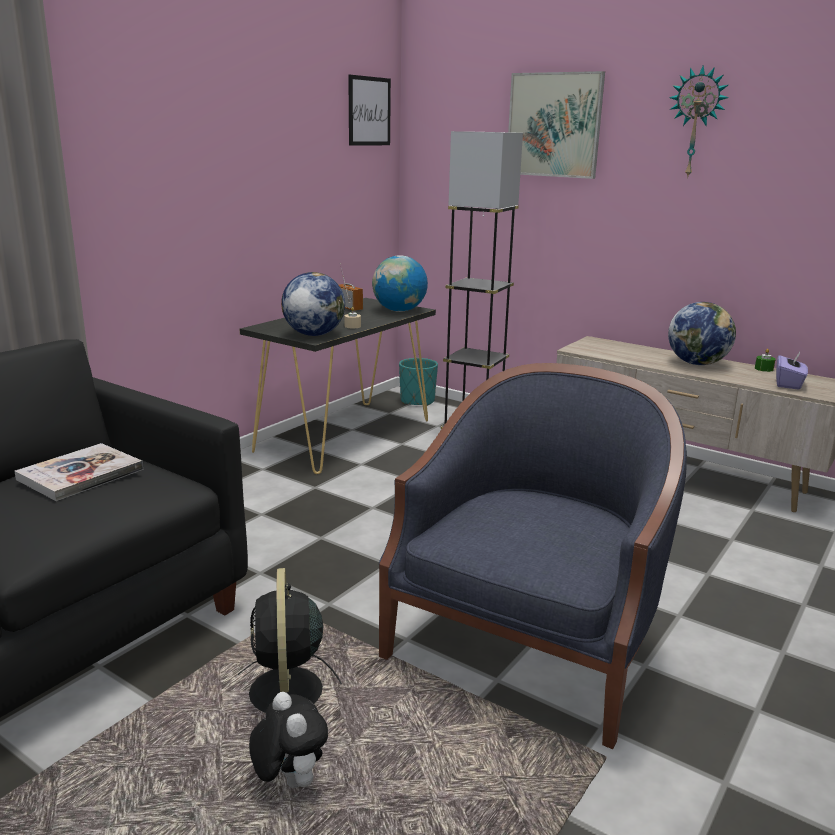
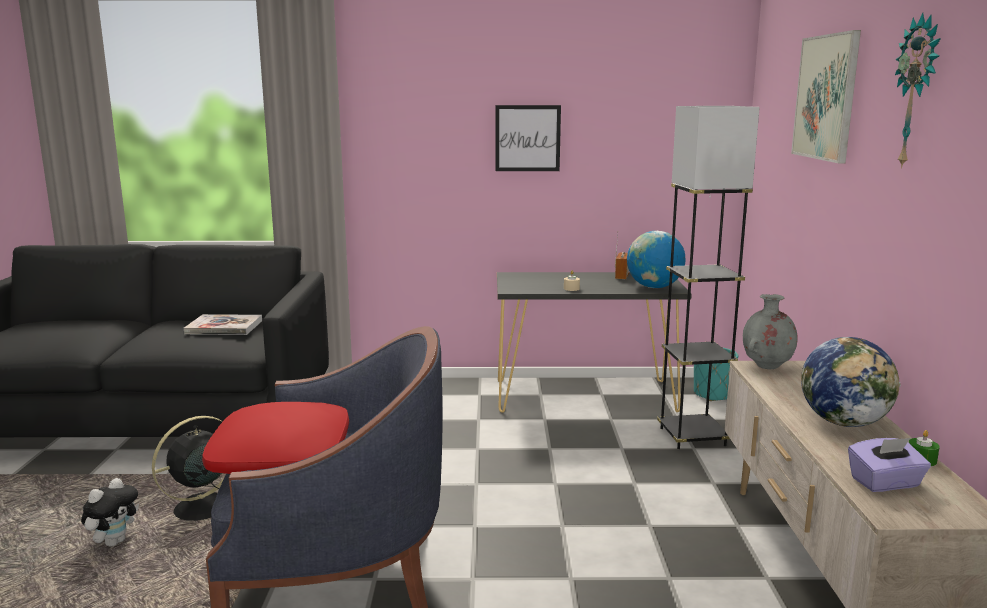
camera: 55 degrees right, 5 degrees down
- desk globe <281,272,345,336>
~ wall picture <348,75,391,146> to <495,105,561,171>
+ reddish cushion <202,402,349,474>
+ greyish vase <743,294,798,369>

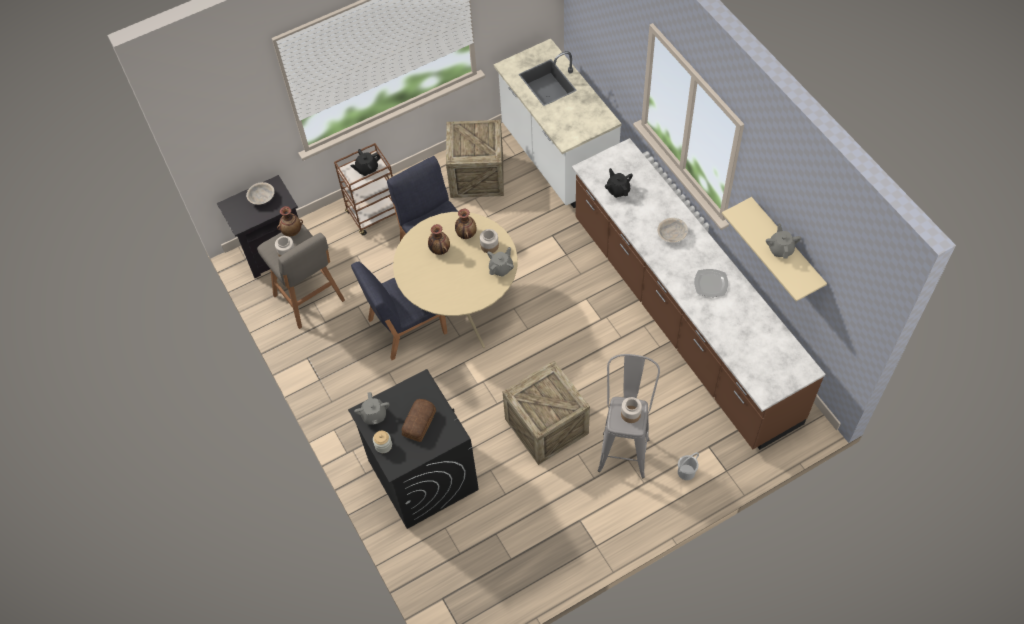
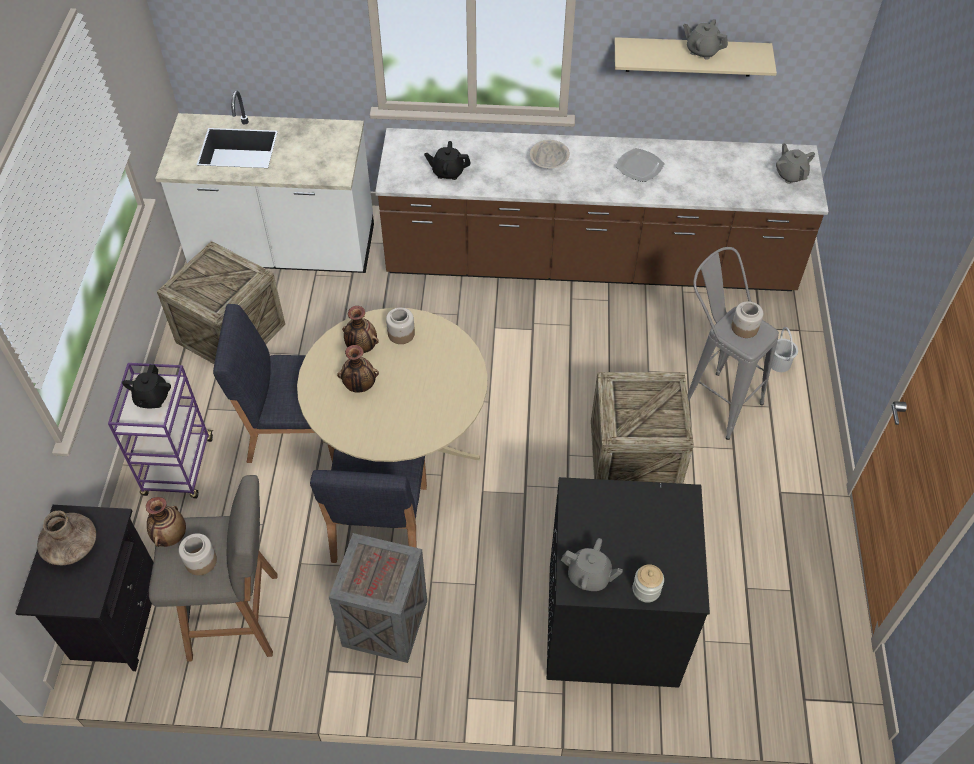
camera: 60 degrees left, 5 degrees down
~ beige bowl <246,182,275,205> to brownish vase <37,511,96,565>
~ brownish wheeled cart <334,143,396,235> to purplish wheeled cart <108,363,213,498>
- baked bread <402,399,436,442>
~ greyish teapot <487,247,514,277> to <776,143,815,184>
+ shipping crate <329,533,427,663>

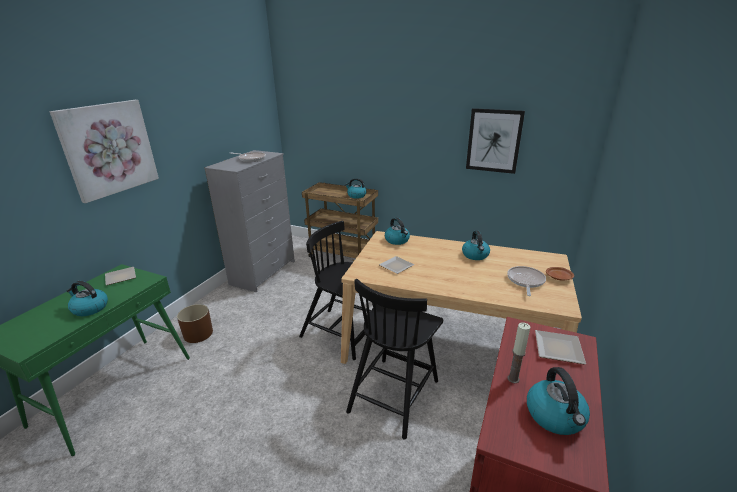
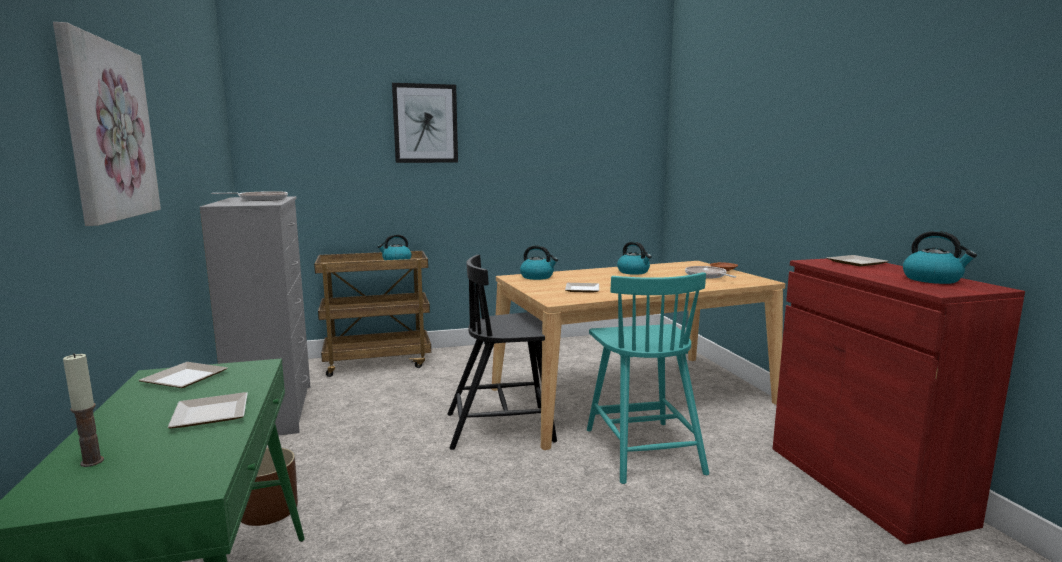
camera: 40 degrees left, 15 degrees down
~ tea kettle <66,281,108,316> to flat dish <168,392,248,428>
~ blackish chair <346,279,443,440> to turquoise-coloured chair <587,272,709,484>
~ wall picture <466,108,525,174> to <392,83,458,163>
~ wax light <508,322,530,383> to <63,353,104,467>

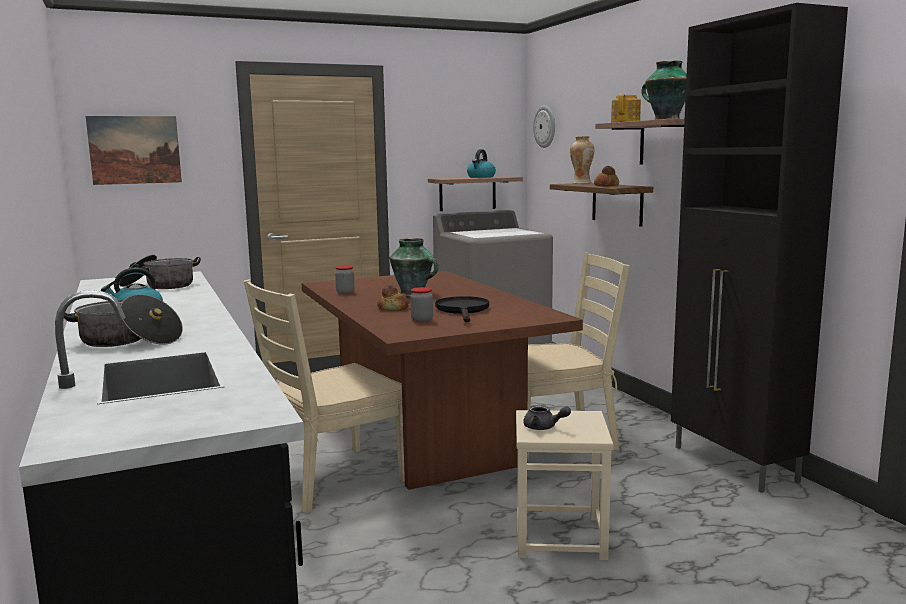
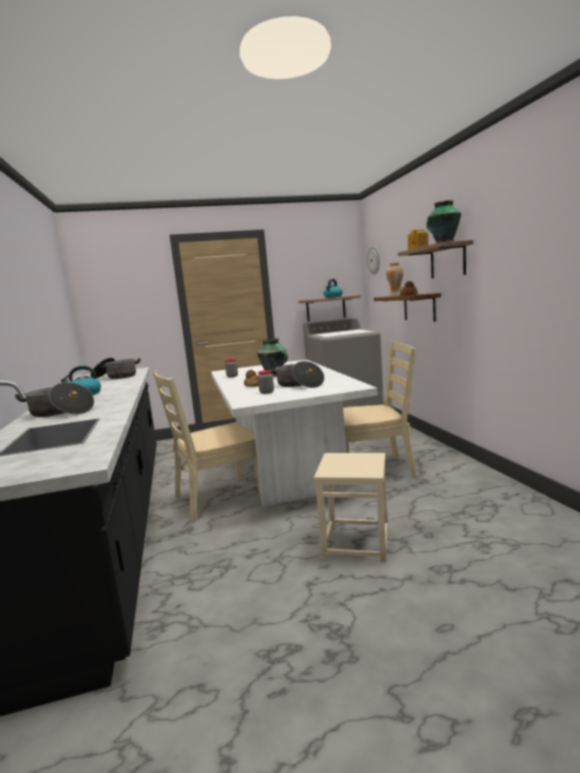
camera: 10 degrees right, 0 degrees up
- wall picture <86,116,182,185>
~ brownish dinner table <301,271,583,490> to white dinner table <211,359,378,507>
~ blackish skillet <435,296,489,322> to cooking pot <269,361,324,388>
- greyish teapot <523,405,571,430>
- blackish cabinet <671,3,848,493>

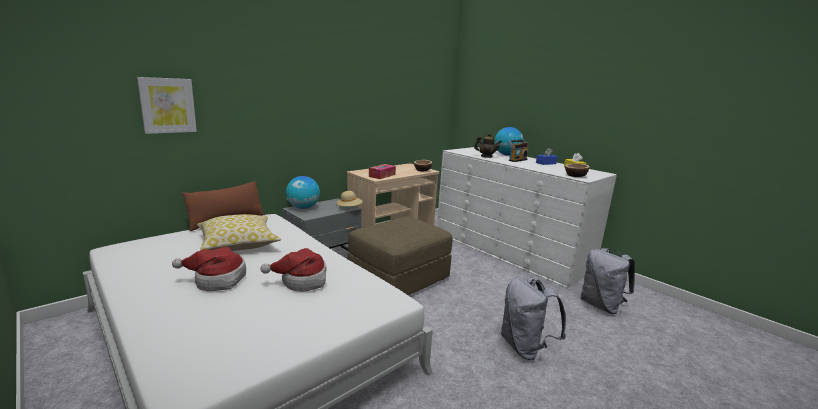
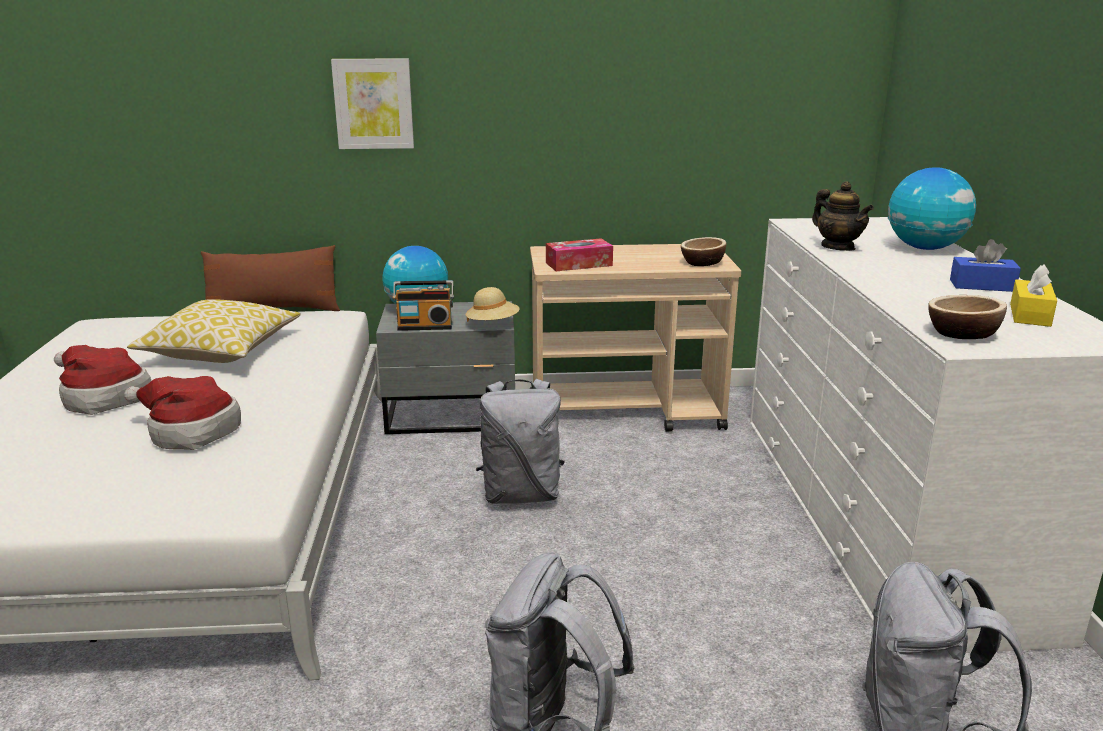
camera: 40 degrees right, 5 degrees up
~ wall picture <137,77,197,134> to <331,58,414,149>
~ brownish footrest <348,216,452,295> to greyish rucksack <476,379,565,504>
~ radio <509,139,528,162> to <393,280,454,331>

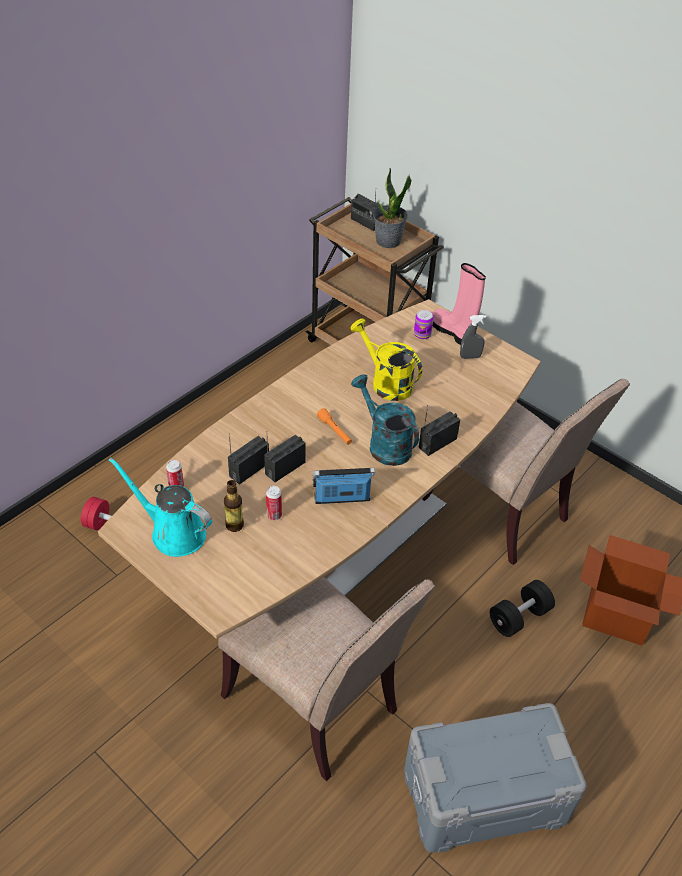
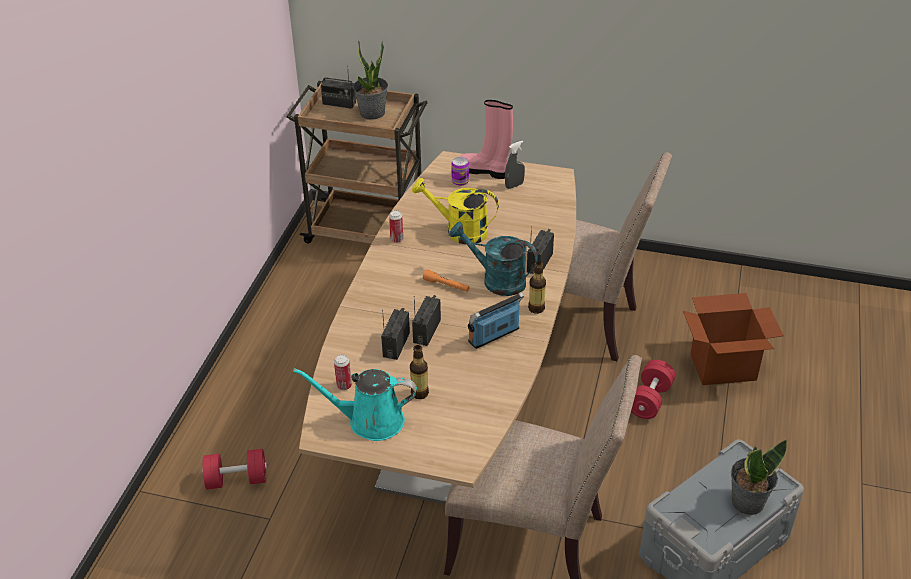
camera: 25 degrees left, 5 degrees down
~ can <266,486,282,520> to <389,210,403,243>
~ blackish dumbbell <490,580,555,637> to reddish dumbbell <631,360,675,419>
+ beverage bottle <528,261,546,314>
+ potted plant <731,440,787,515>

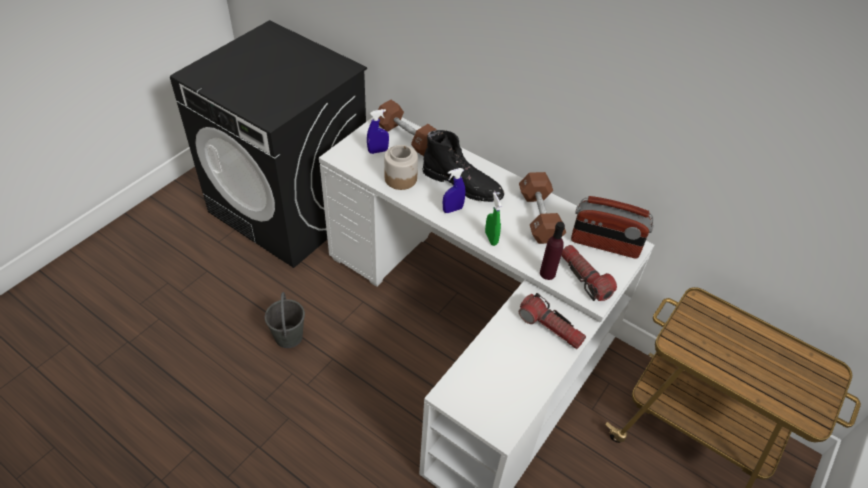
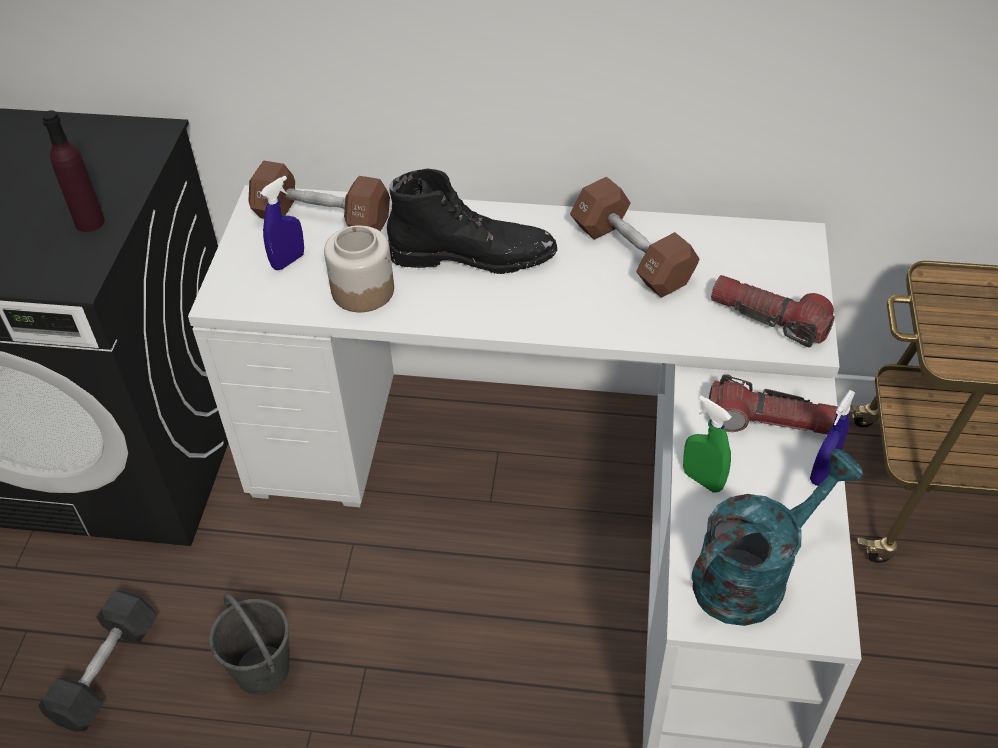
camera: 25 degrees left, 0 degrees up
~ blue-coloured sprayer <443,168,465,213> to <810,390,856,486>
~ green sprayer <485,192,501,246> to <683,395,732,493>
~ purplish beverage bottle <540,222,565,280> to <42,110,105,232>
- radio <571,196,654,259>
+ blackish dumbbell <38,590,157,732>
+ turquoise-coloured watering pot <692,449,863,626>

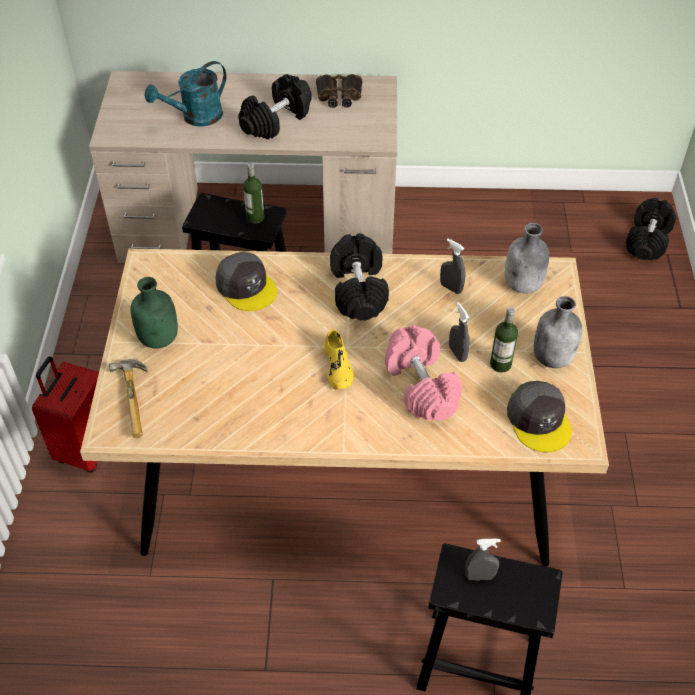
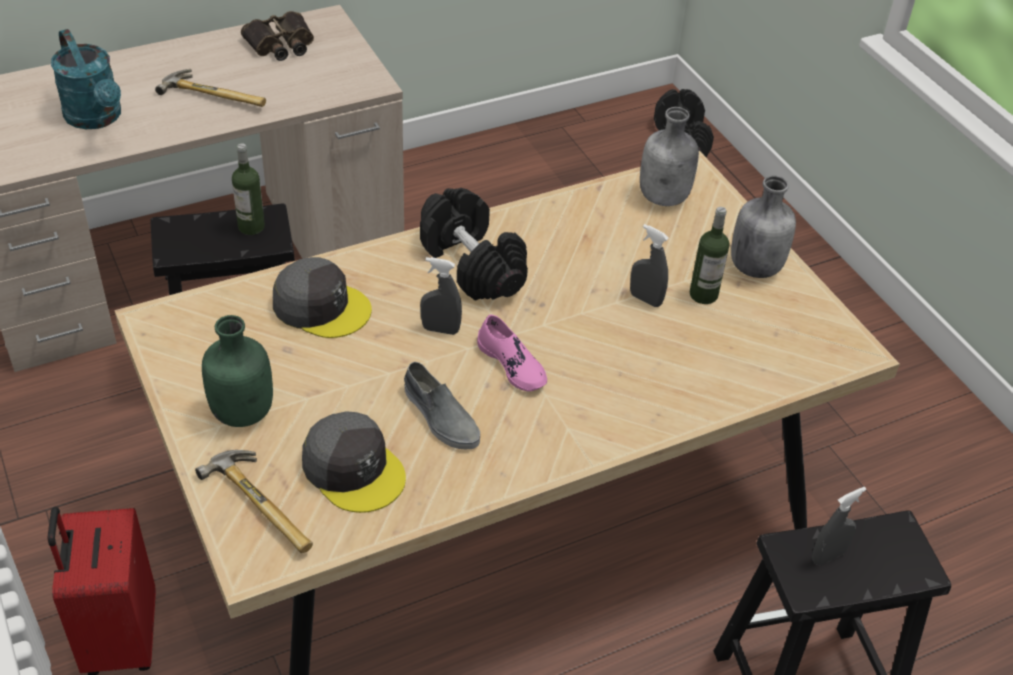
camera: 30 degrees left, 5 degrees down
~ turquoise-coloured watering pot <145,61,226,127> = <51,29,121,129> 60 degrees counterclockwise
~ blackish dumbbell <238,74,312,140> to hammer <155,69,266,107>
~ yellowish item of footwear <324,329,354,389> to pink-coloured item of footwear <477,314,547,392>
- pink-coloured dumbbell <385,325,462,421>
~ greyish sprayer <440,239,465,294> to <420,257,462,335>
~ greyish baseball cap <507,381,572,452> to <302,411,406,513>
+ greyish item of footwear <404,362,480,449>

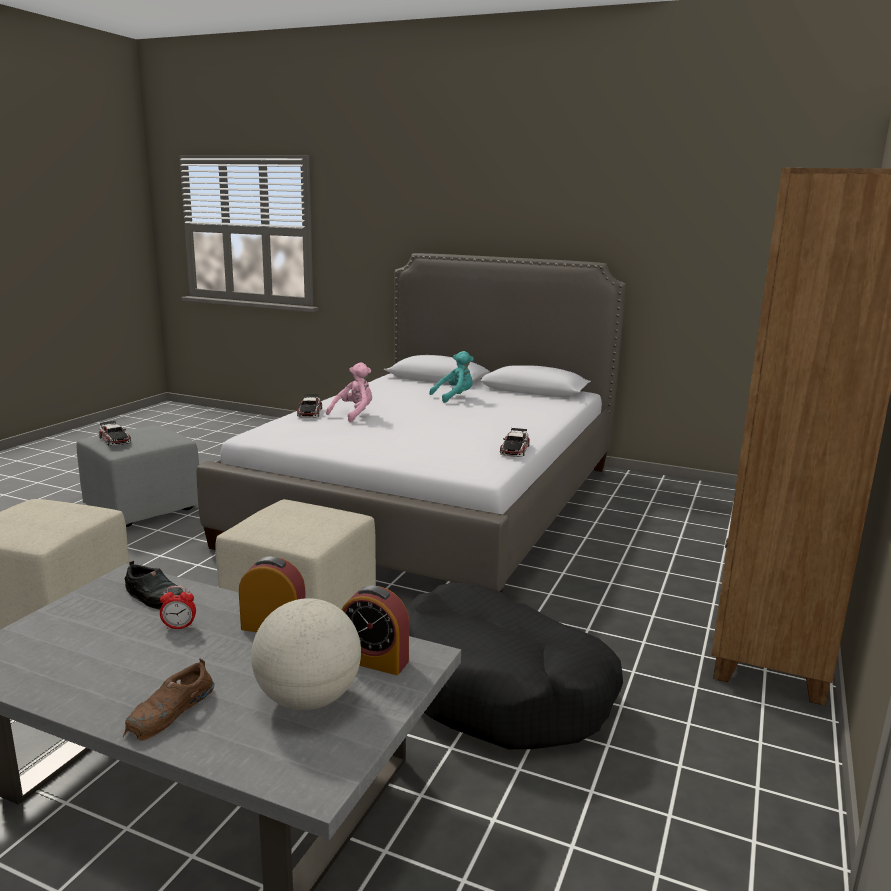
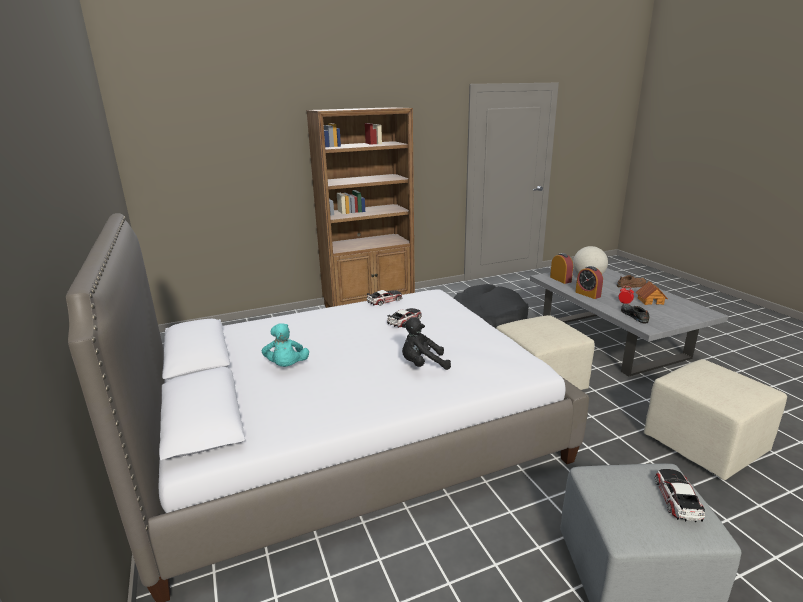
camera: 135 degrees left, 5 degrees up
~ toy car <297,394,322,418> to <387,308,422,328>
~ pink-coloured soft toy <326,362,372,422> to blackish soft toy <402,317,451,370>
~ turquoise-coloured soft toy <429,351,474,403> = <261,323,309,367> 120 degrees counterclockwise
+ model house <635,281,668,305>

